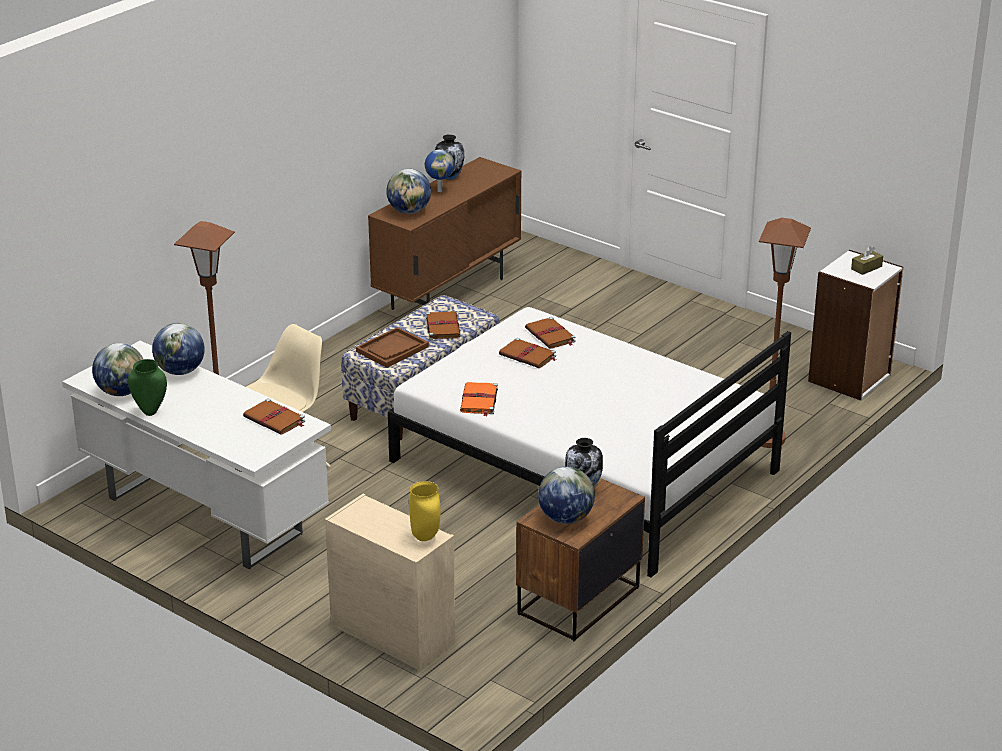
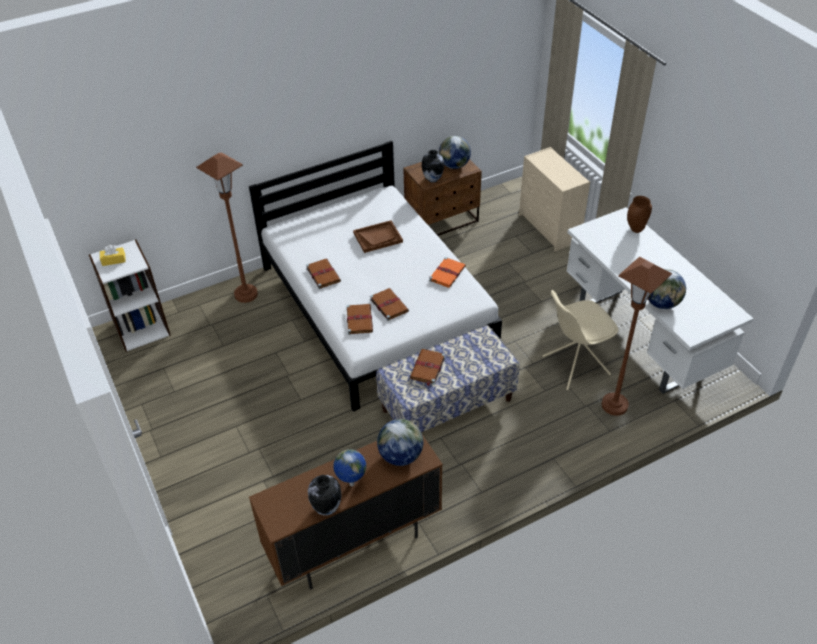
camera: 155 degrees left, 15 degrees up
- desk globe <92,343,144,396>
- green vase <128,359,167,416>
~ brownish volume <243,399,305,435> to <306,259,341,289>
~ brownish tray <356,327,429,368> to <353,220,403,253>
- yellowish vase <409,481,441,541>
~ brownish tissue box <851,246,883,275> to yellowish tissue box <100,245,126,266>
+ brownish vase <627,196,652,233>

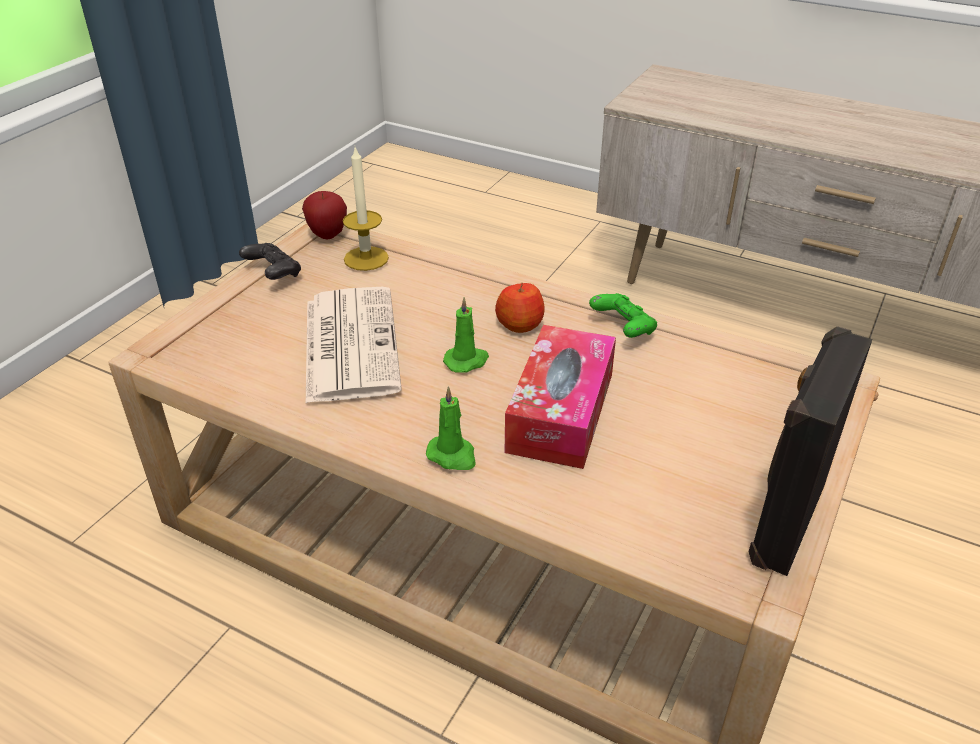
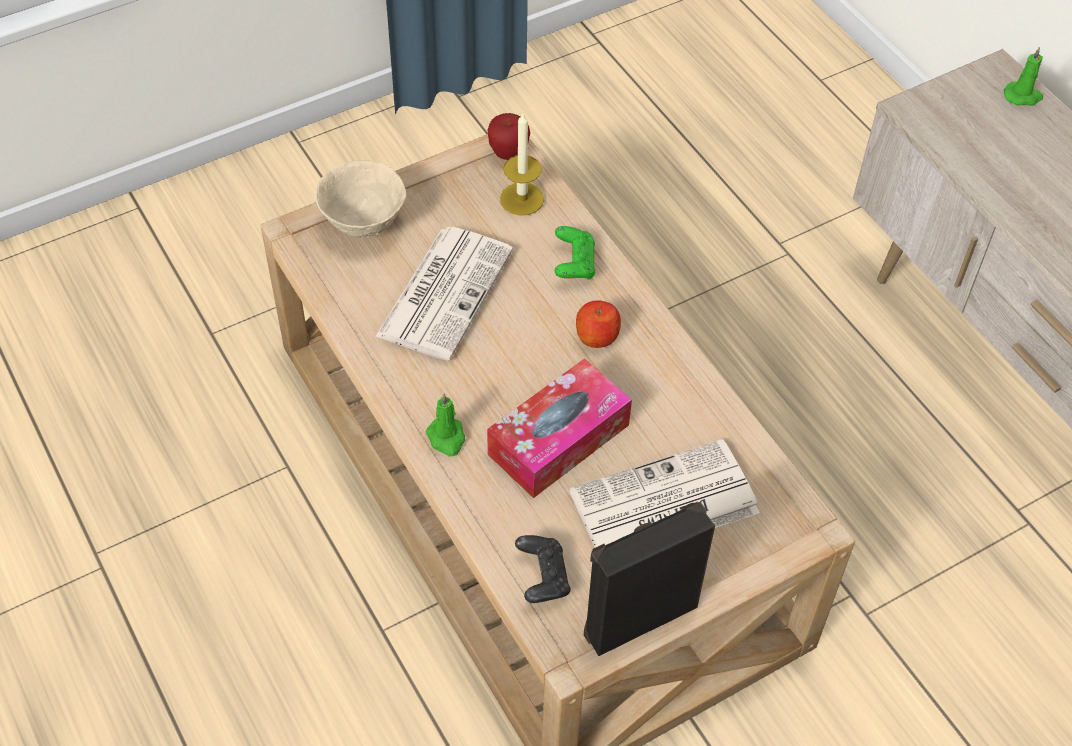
camera: 30 degrees right, 15 degrees up
~ blackish gamepad <239,243,301,280> to <515,535,571,603>
~ green wax light <443,297,489,373> to <1004,47,1043,106>
~ green gamepad <589,293,657,338> to <555,226,595,280>
+ beige bowl <315,160,406,238>
+ printed paper <569,439,760,548>

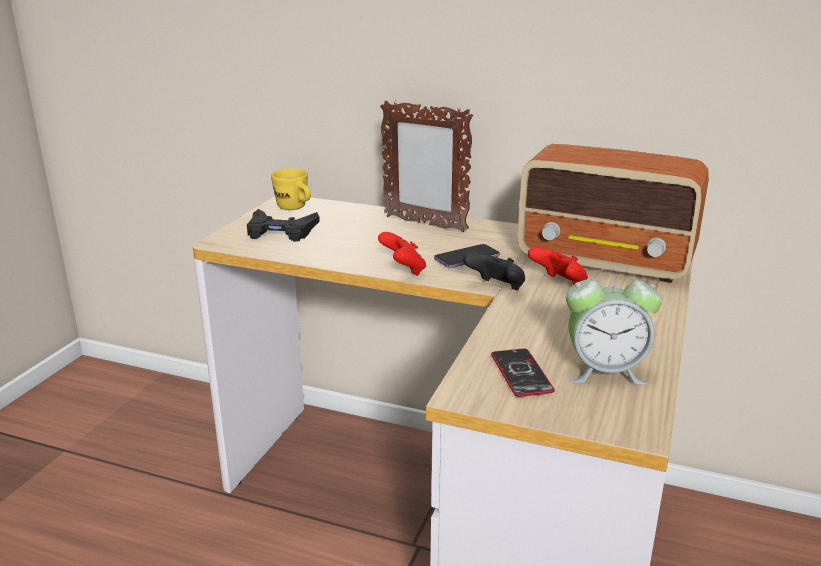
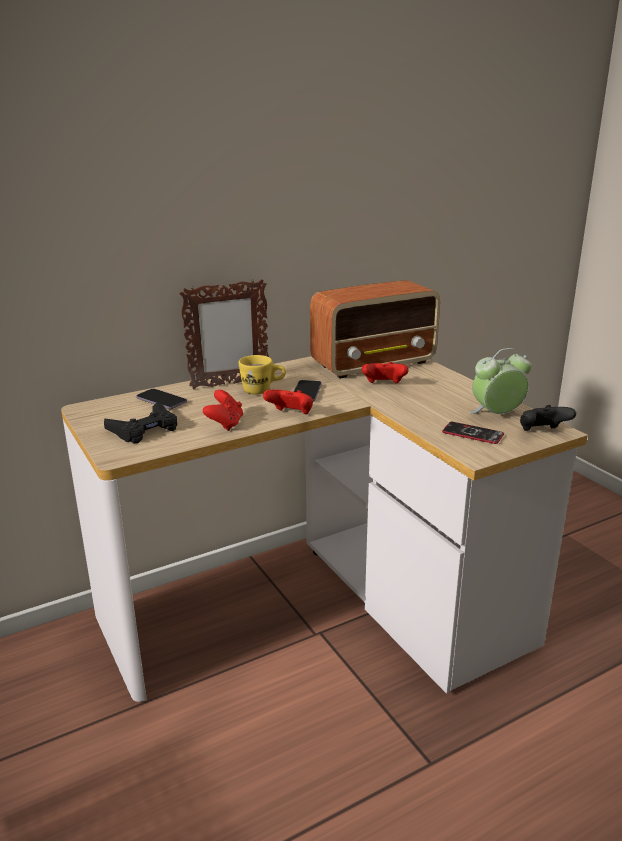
camera: 50 degrees left, 0 degrees up
~ yellowish mug <271,168,311,210> to <239,355,286,394>
~ blackish gamepad <463,252,525,290> to <520,405,576,431>
~ bedside clock <566,266,662,385> = <469,348,532,414> 150 degrees counterclockwise
+ phone <136,389,187,409>
+ reddish gamepad <203,390,243,431>

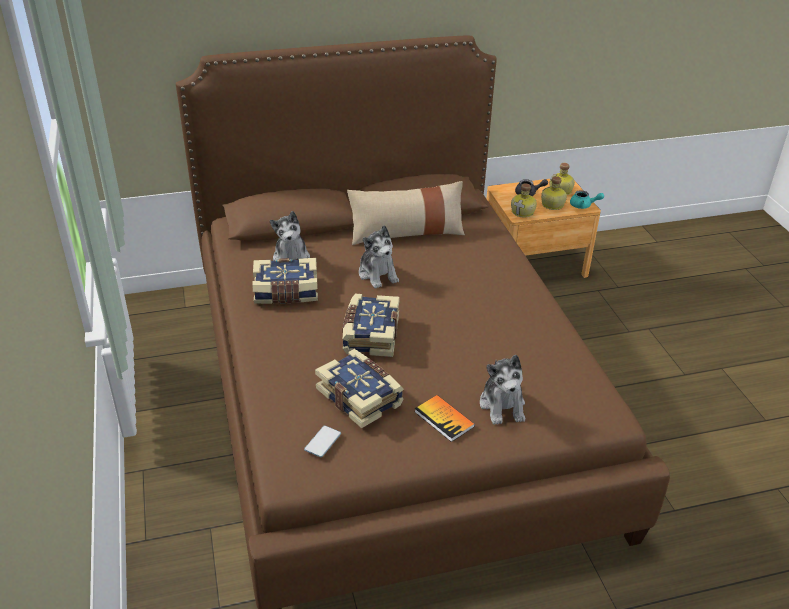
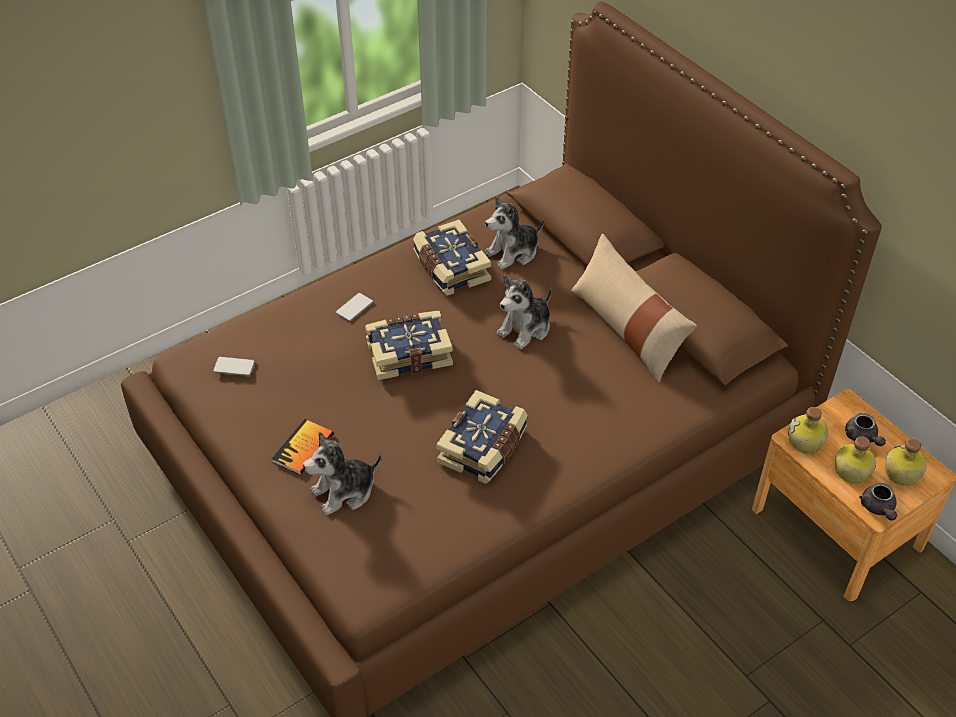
camera: 70 degrees right, 10 degrees up
~ volume <315,349,404,428> to <436,390,528,484>
~ turquoise-coloured teapot <570,190,604,209> to greyish teapot <859,483,897,521>
+ phone <335,293,373,321>

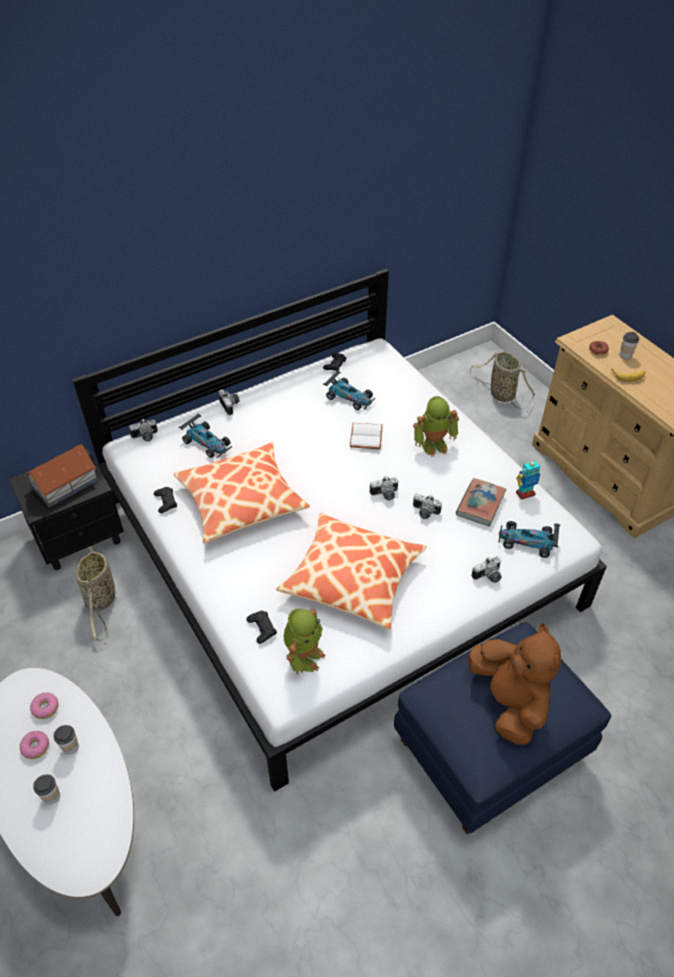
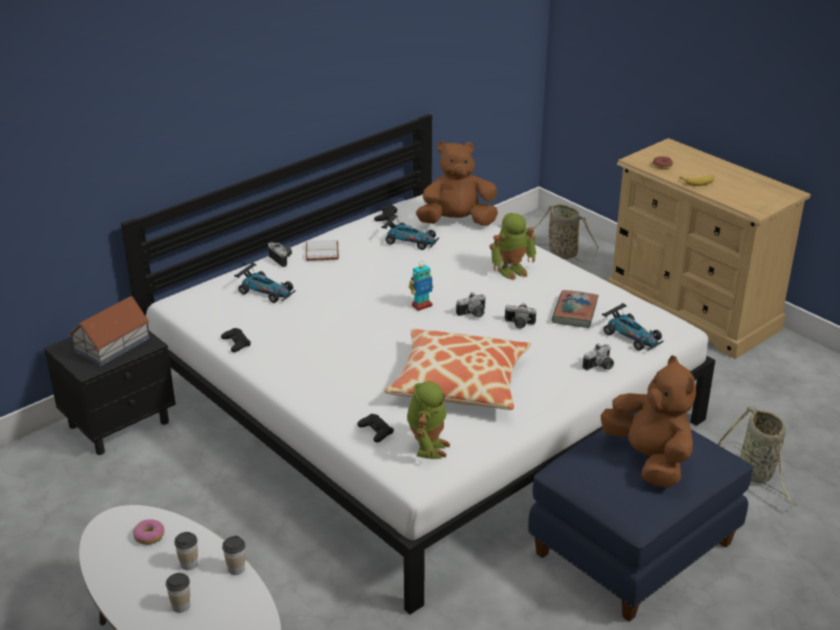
camera: 10 degrees left, 15 degrees down
- doughnut <20,731,49,759>
~ storage basket <76,547,115,641> to <718,407,797,506>
- photo camera <129,419,158,442>
- cushion <174,443,310,543>
~ white volume <350,423,383,449> to <306,240,339,261>
~ toy car <499,521,560,558> = <602,303,664,351> 135 degrees counterclockwise
~ robot figure <516,459,540,500> to <409,261,434,311>
~ cup <620,332,639,359> to <222,536,245,575>
+ brownish soft toy <416,141,498,226>

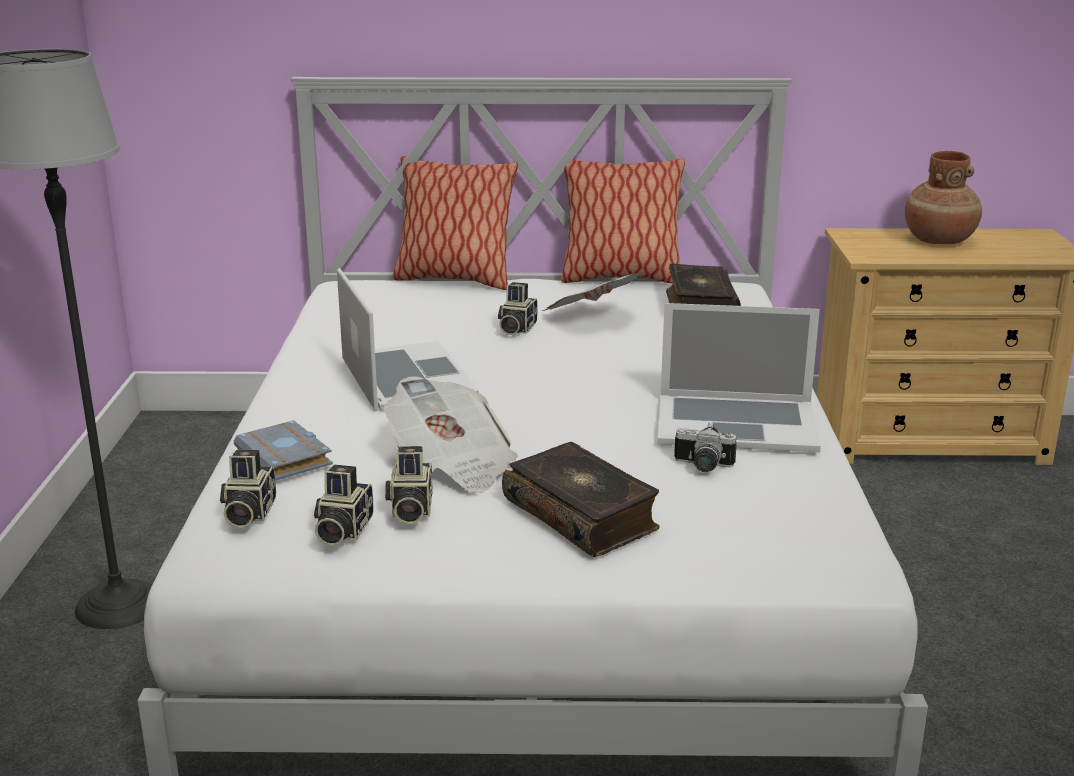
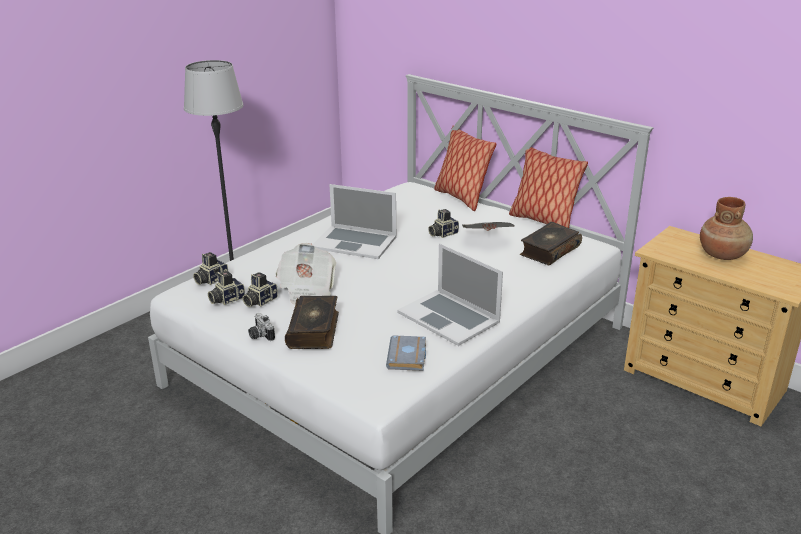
camera: 40 degrees right, 5 degrees up
~ greyish volume <234,420,333,481> to <386,335,426,371>
~ notebook computer <337,268,479,411> = <312,184,396,259> 90 degrees clockwise
~ photo camera <674,423,737,472> to <248,313,275,341>

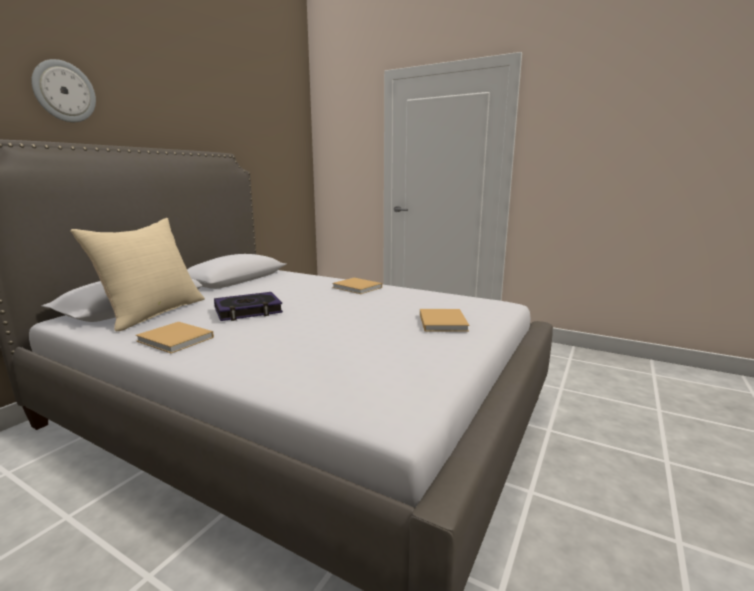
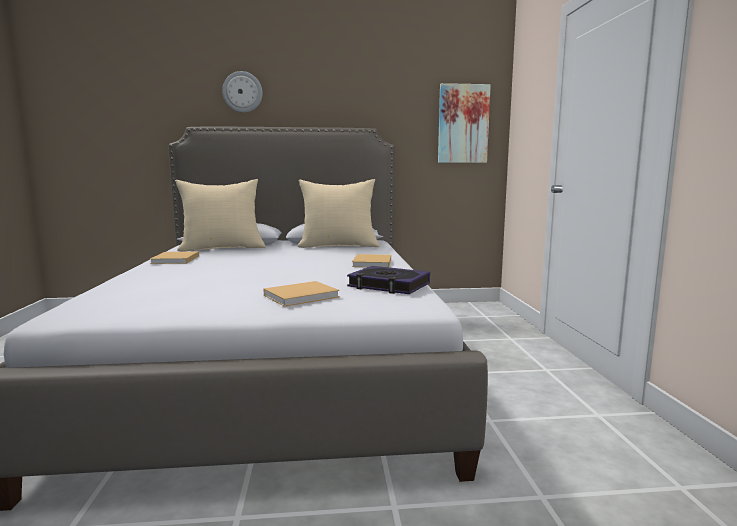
camera: 55 degrees right, 5 degrees down
~ volume <214,292,283,321> to <347,266,430,294>
+ beige cushion <298,179,380,248>
+ wall picture <438,83,491,163>

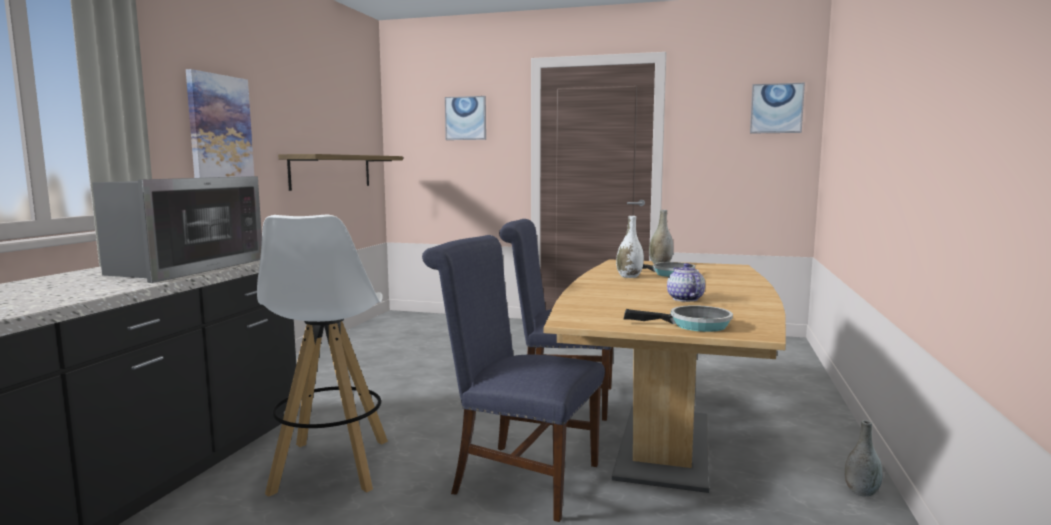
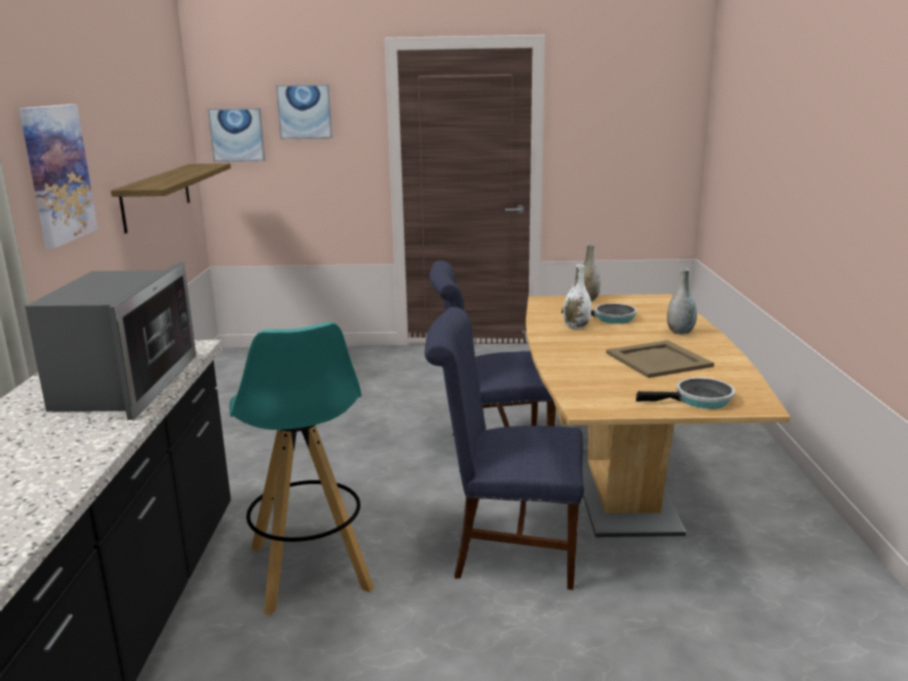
camera: 15 degrees left, 10 degrees up
~ white stool seat <257,214,388,497> to turquoise-coloured stool seat <230,322,374,616>
~ teapot <667,263,705,302> to beige tray <606,340,714,378>
~ wall picture <750,83,805,134> to <208,108,265,162>
~ greyish vase <845,420,882,497> to <667,268,697,334>

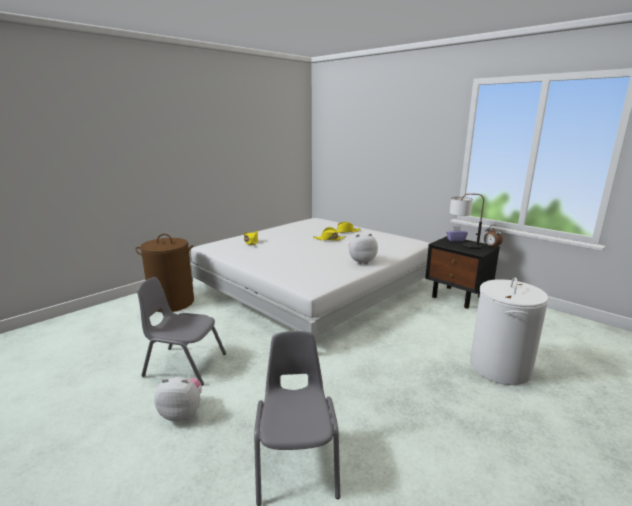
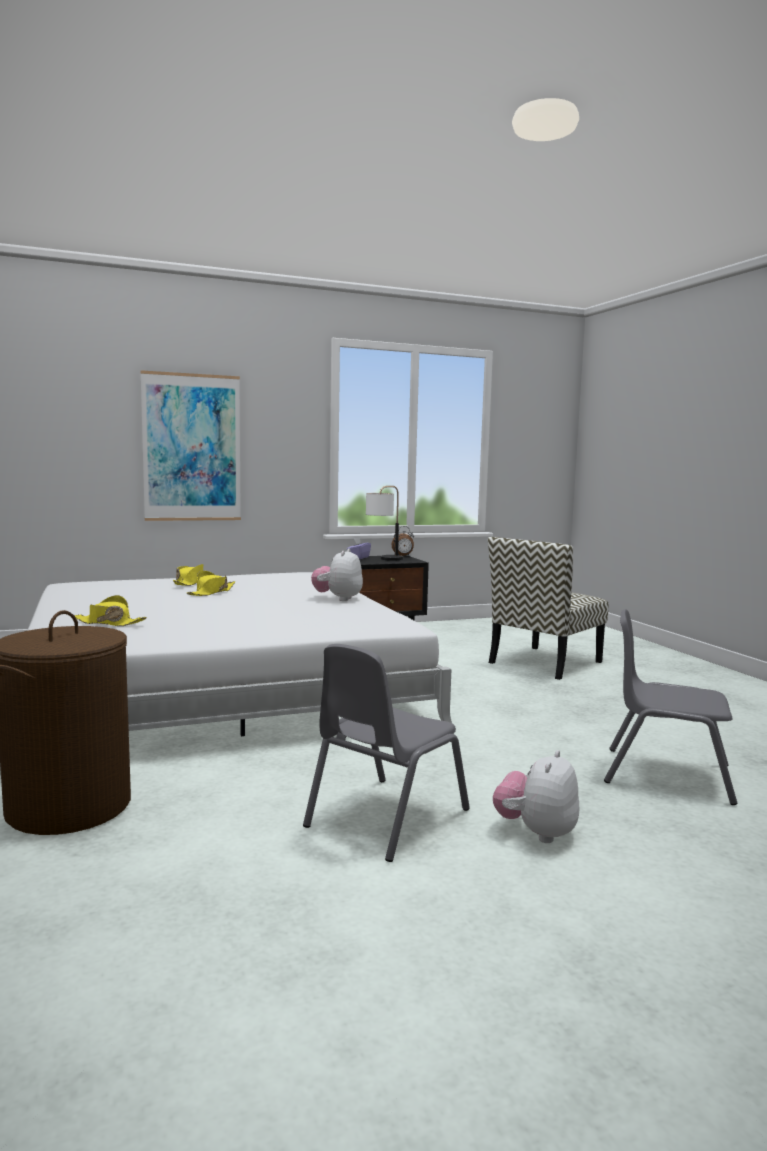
camera: 65 degrees left, 10 degrees down
~ white washing basket <470,277,549,385> to chair <488,537,609,680>
+ wall picture <140,370,241,521>

